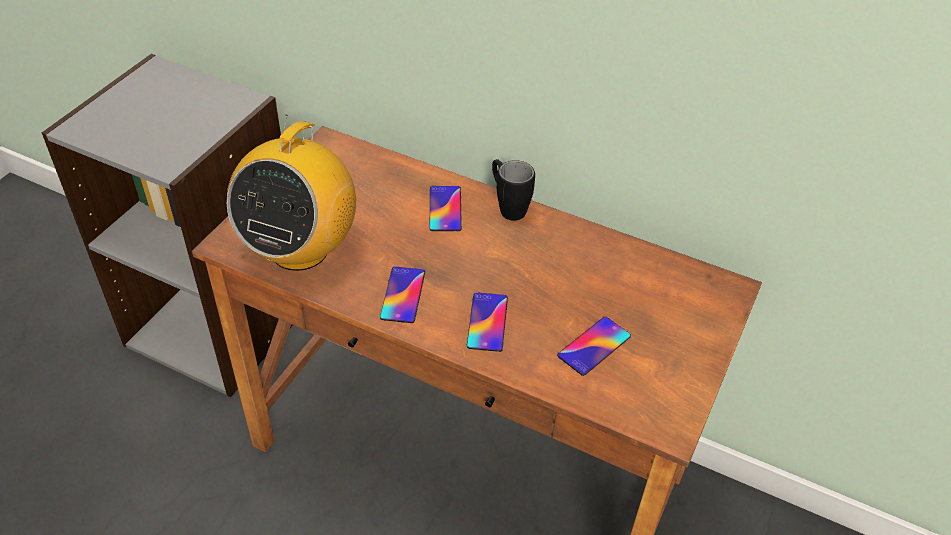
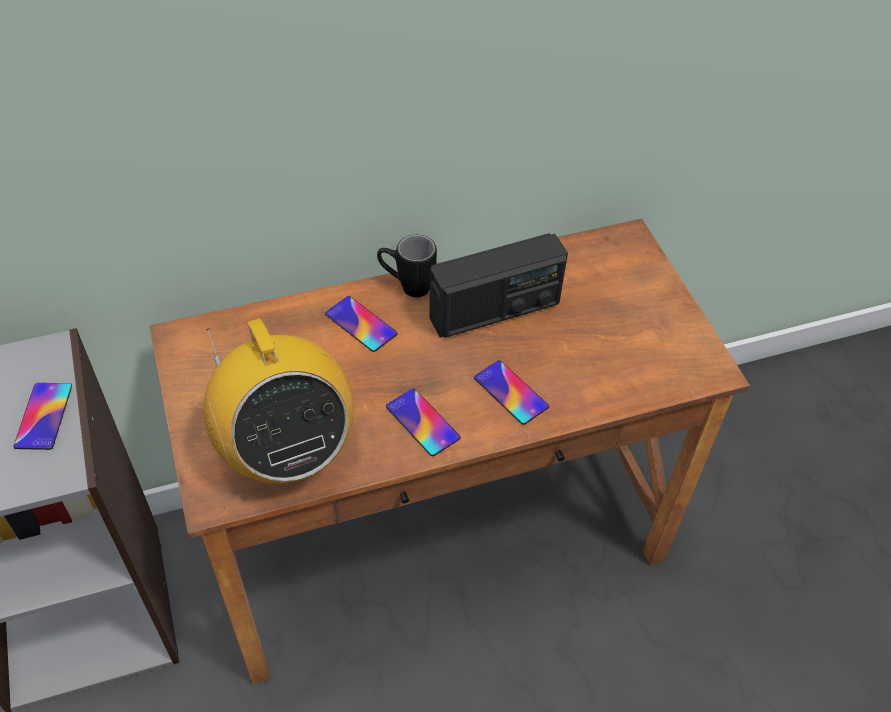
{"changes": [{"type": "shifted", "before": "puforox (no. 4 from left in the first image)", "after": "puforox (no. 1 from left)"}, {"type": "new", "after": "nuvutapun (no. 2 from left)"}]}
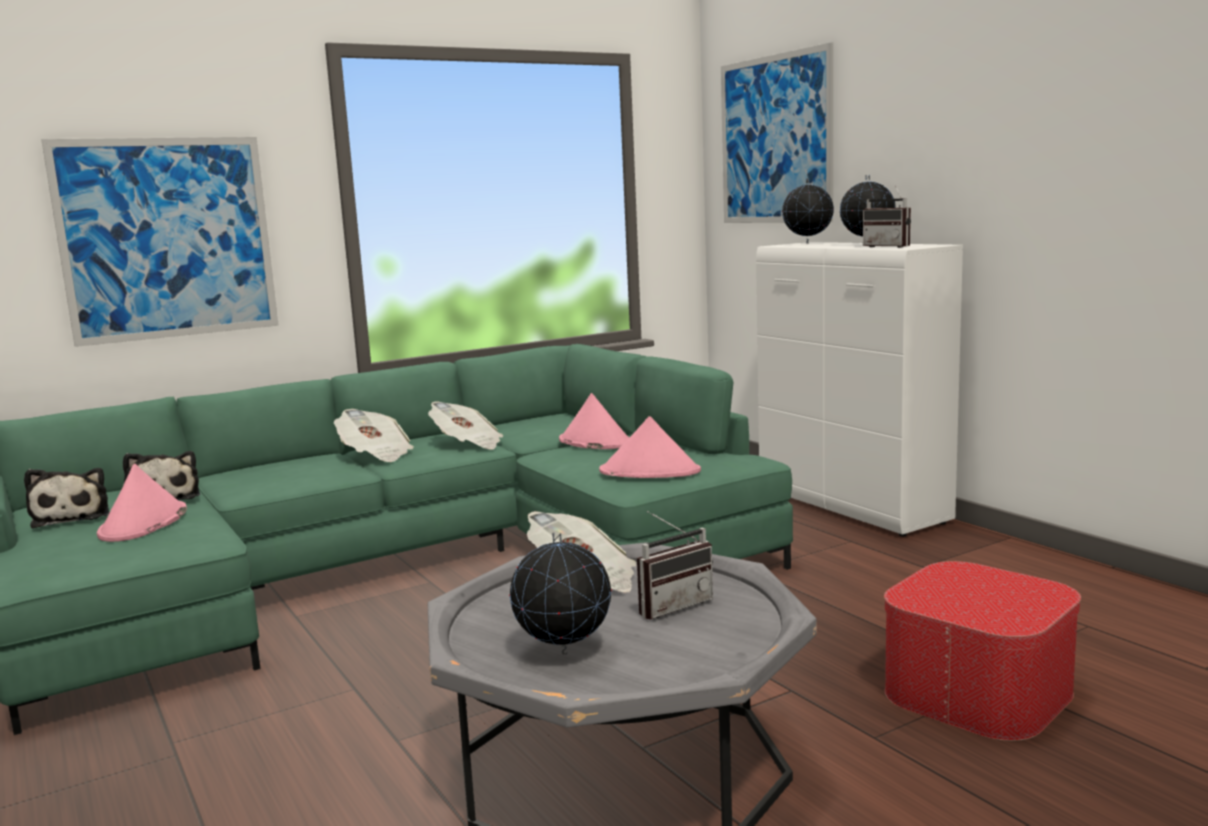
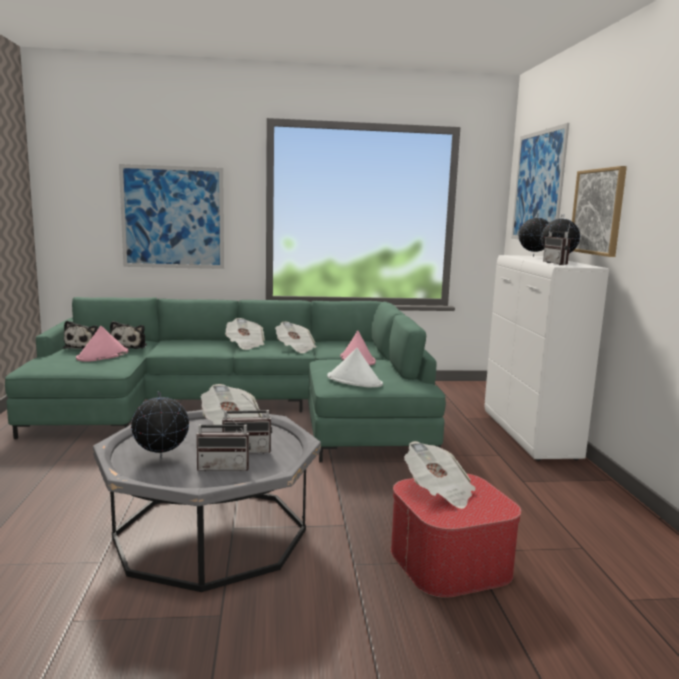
{"changes": [{"type": "repainted", "before": "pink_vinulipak (no. 3 from left)", "after": "white_vinulipak"}, {"type": "new", "after": "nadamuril (no. 3 from left)"}, {"type": "new", "after": "nuvutapun (no. 1 from left)"}, {"type": "new", "after": "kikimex (no. 4 from left)"}]}
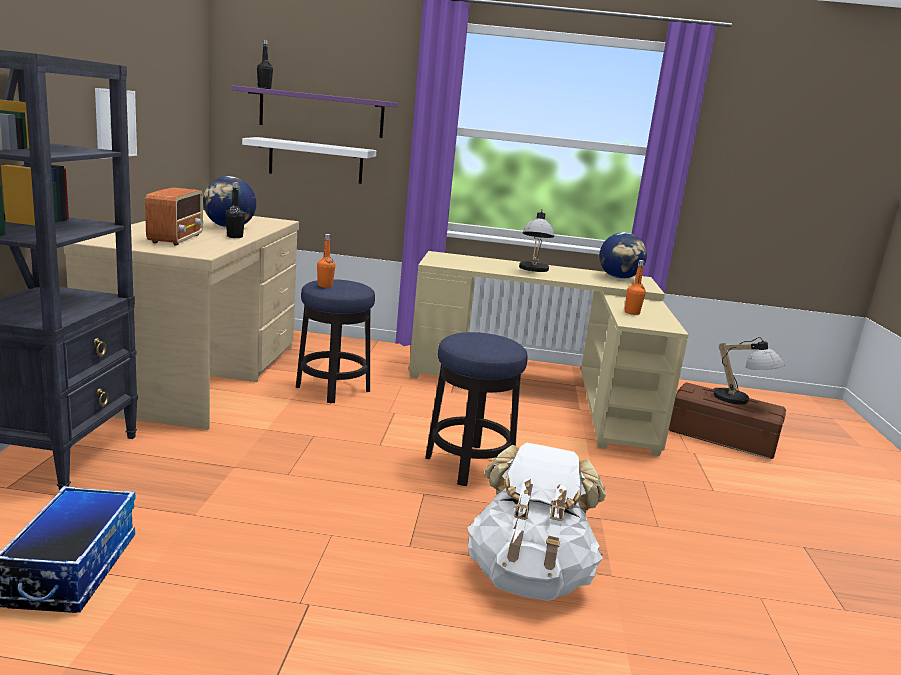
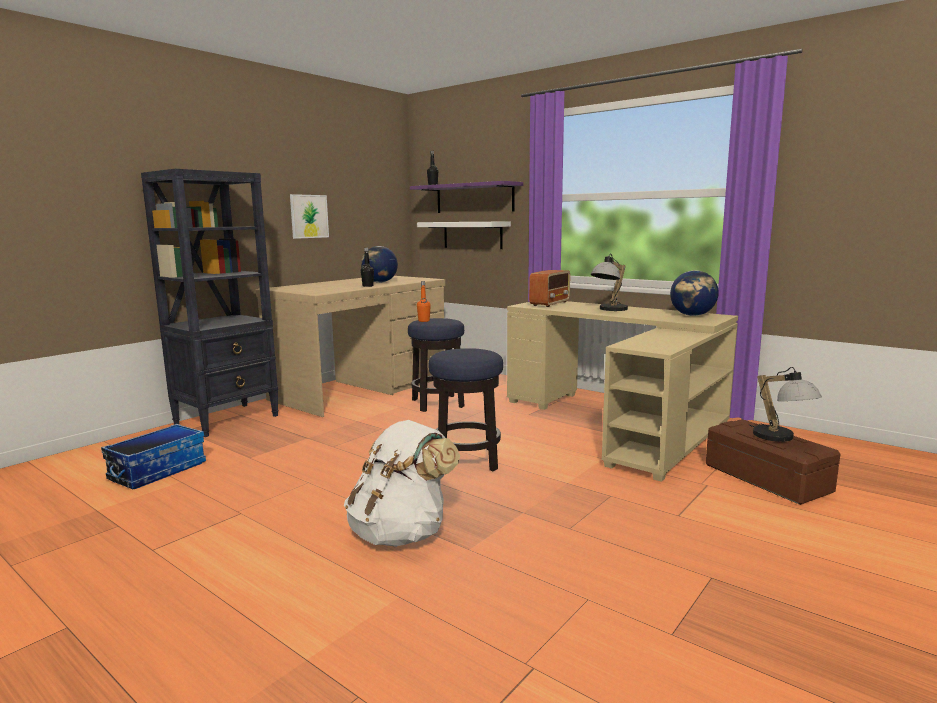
{"changes": [{"type": "shifted", "before": "nuvutapun"}, {"type": "gone", "before": "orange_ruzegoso (no. 2 from left)"}]}
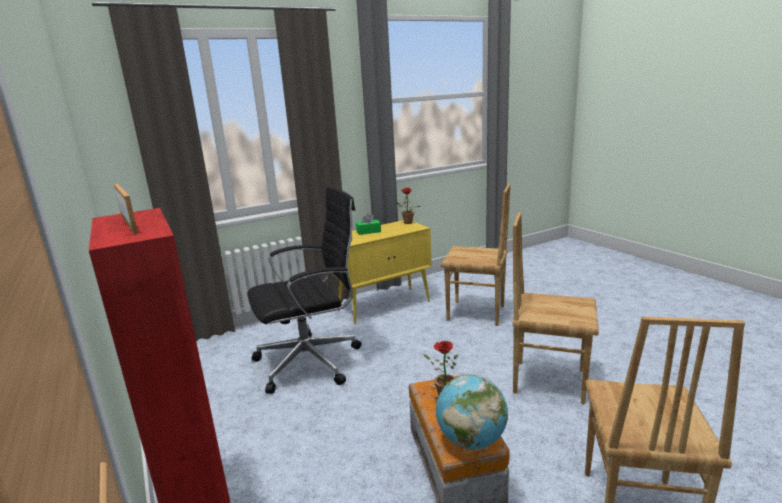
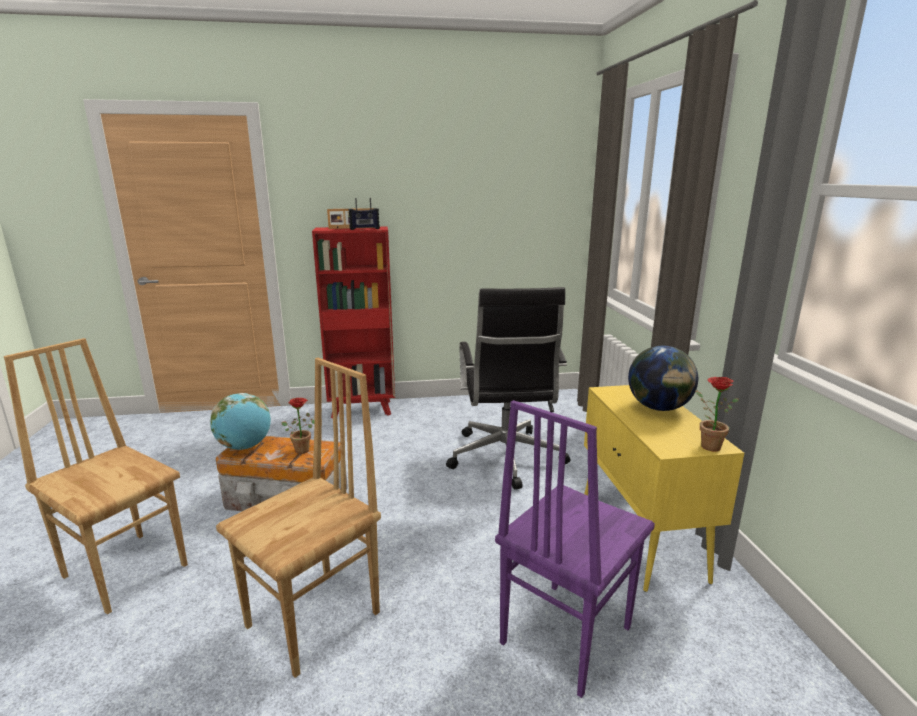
{"changes": [{"type": "repainted", "before": "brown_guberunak (no. 1 from left)", "after": "purple_guberunak"}, {"type": "swapped", "before": "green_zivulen", "after": "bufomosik (no. 2 from left)"}, {"type": "new", "after": "nuvutapun"}]}
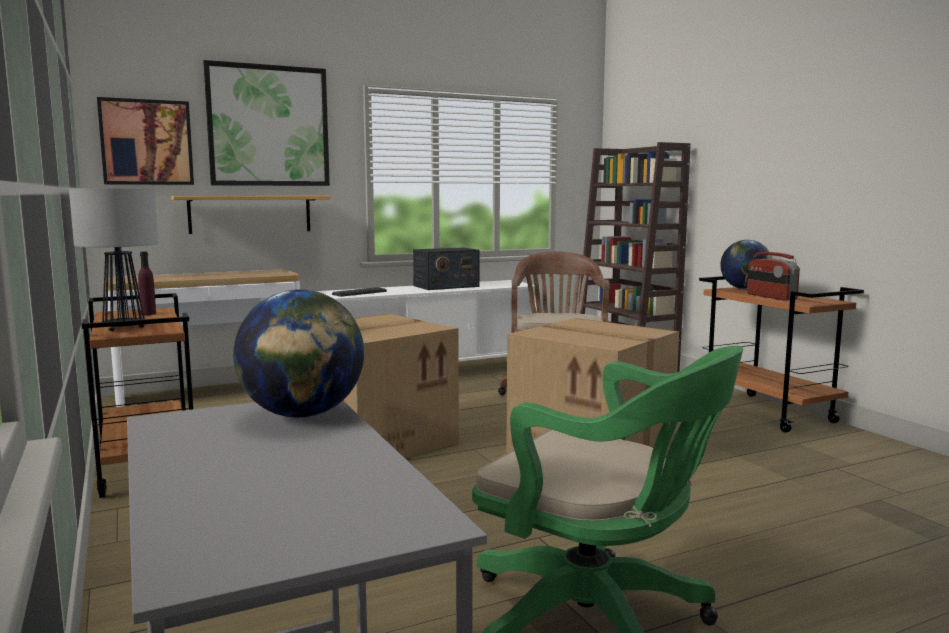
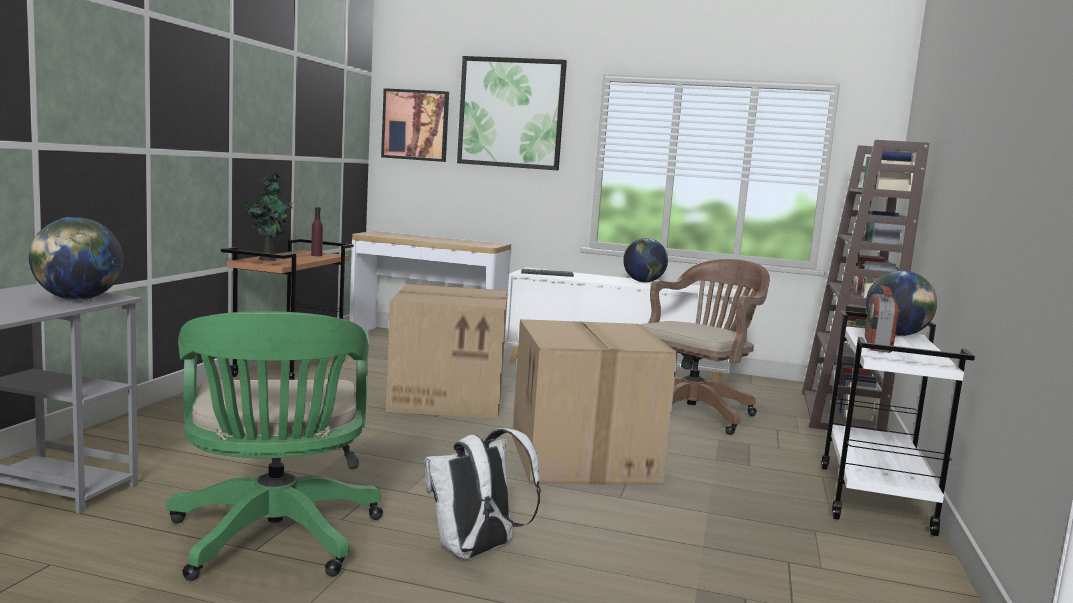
{"changes": [{"type": "swapped", "before": "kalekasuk", "after": "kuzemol"}, {"type": "gone", "before": "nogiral"}, {"type": "swapped", "before": "nuvutapun (no. 1 from left)", "after": "bufomosik (no. 2 from left)"}, {"type": "repainted", "before": "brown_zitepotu (no. 2 from left)", "after": "white_zitepotu"}, {"type": "new", "after": "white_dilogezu"}]}
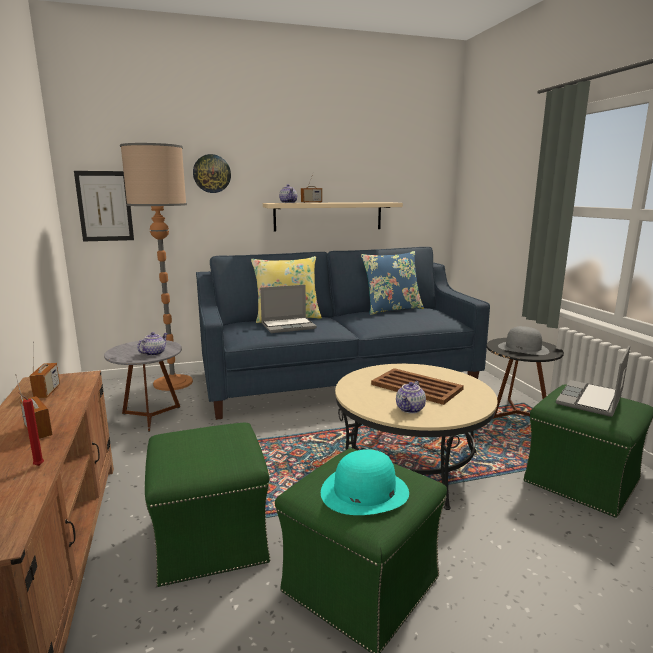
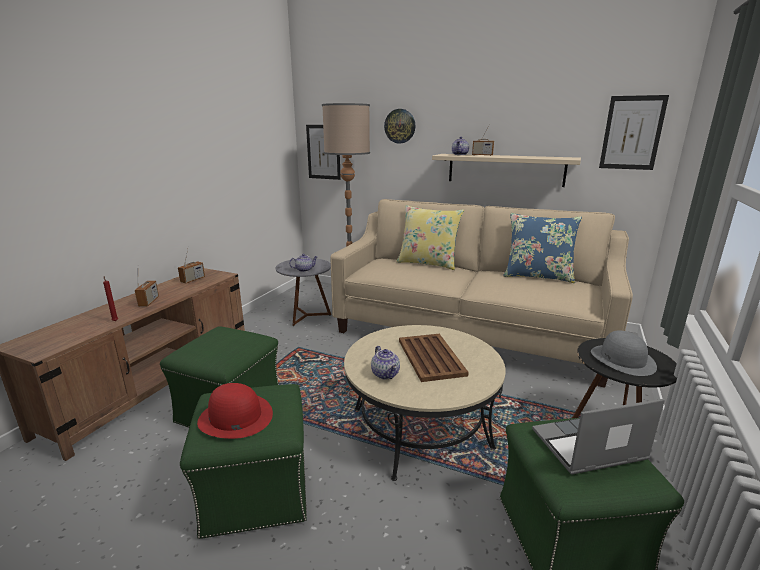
{"changes": [{"type": "repainted", "before": "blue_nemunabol", "after": "beige_nemunabol"}, {"type": "gone", "before": "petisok (no. 1 from left)"}, {"type": "rotated", "before": "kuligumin (no. 3 from left in the first image)", "turn": -90}, {"type": "repainted", "before": "turquoise_vinulipak", "after": "red_vinulipak"}, {"type": "new", "after": "nadamuril (no. 2 from left)"}]}
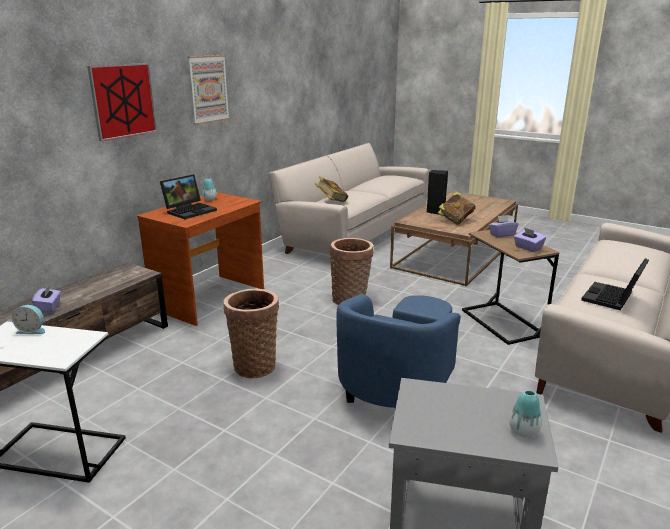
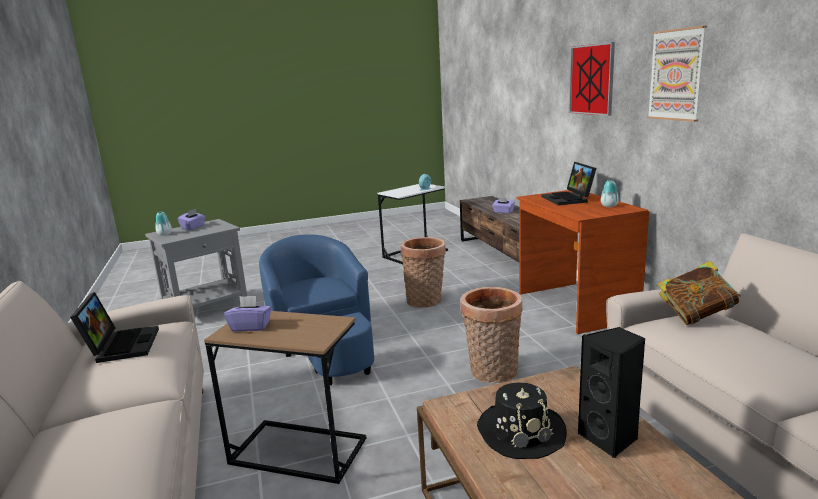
{"changes": [{"type": "swapped", "before": "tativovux (no. 2 from left)", "after": "black_vinulipak"}, {"type": "shifted", "before": "purple_zivulen (no. 2 from left in the first image)", "after": "purple_zivulen (no. 1 from left)"}]}
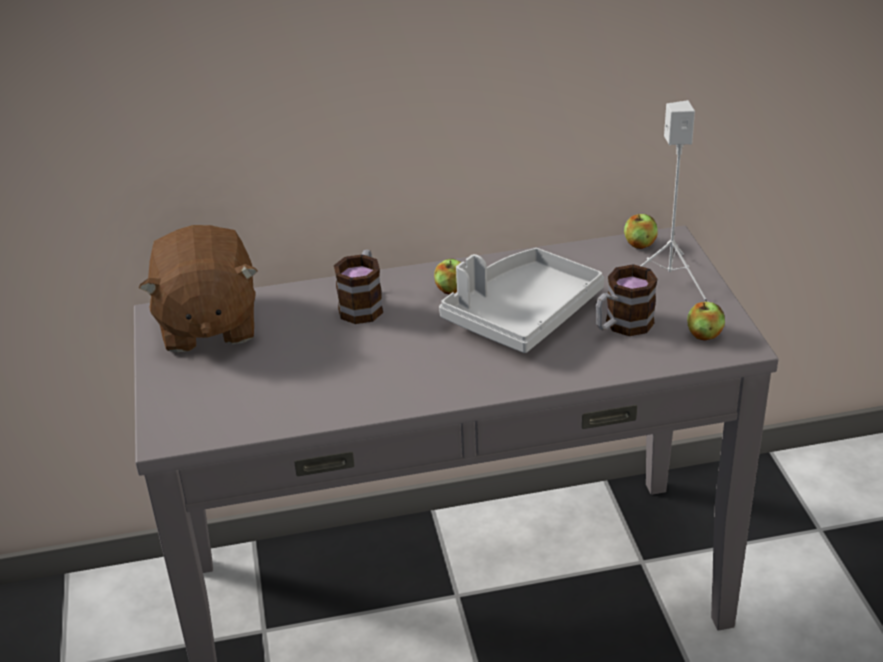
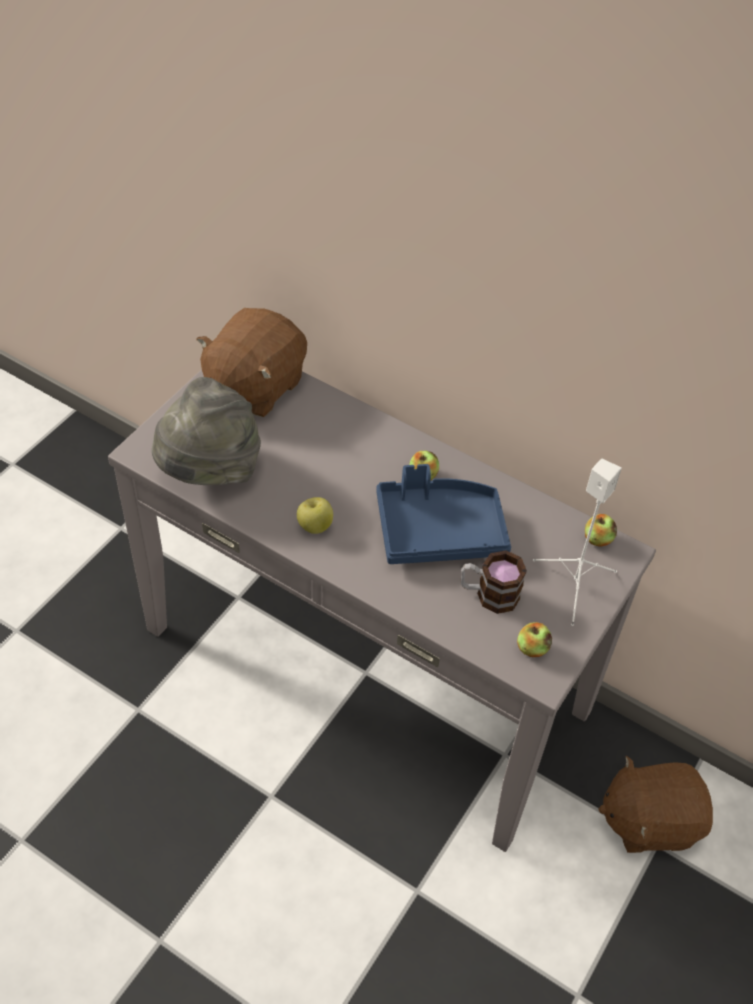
{"changes": [{"type": "repainted", "before": "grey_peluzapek", "after": "blue_peluzapek"}, {"type": "gone", "before": "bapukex (no. 1 from left)"}, {"type": "new", "after": "grey_vinulipak"}, {"type": "new", "after": "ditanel (no. 1 from left)"}, {"type": "new", "after": "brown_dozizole (no. 2 from left)"}]}
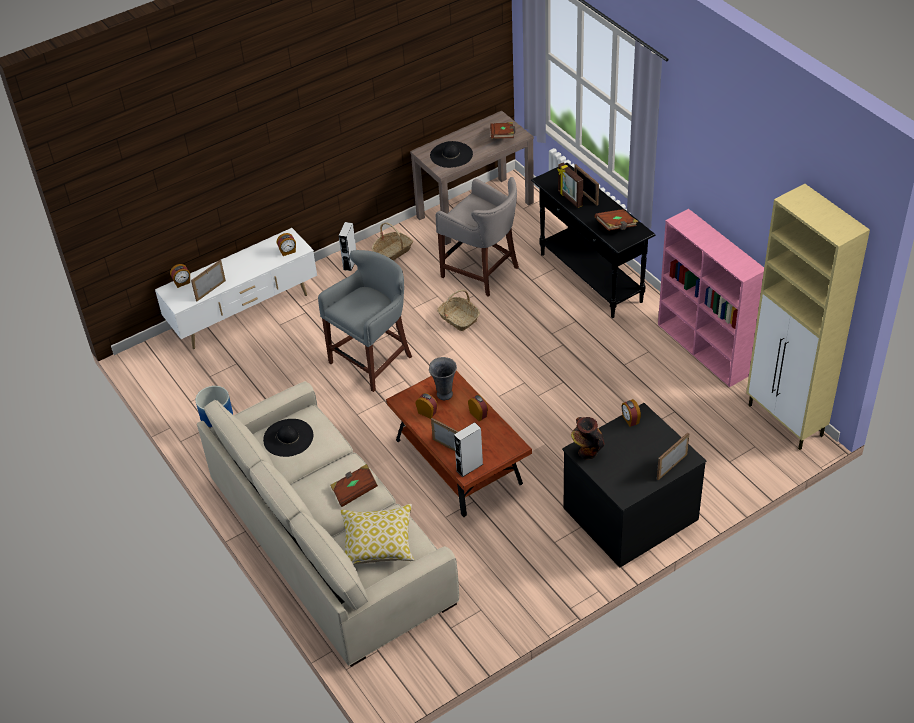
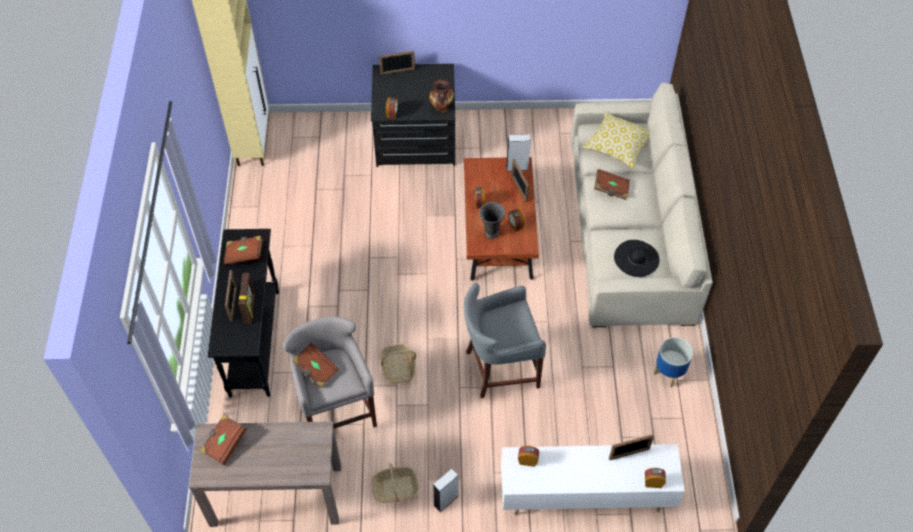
{"changes": [{"type": "gone", "before": "black_vinulipak (no. 2 from left)"}, {"type": "gone", "before": "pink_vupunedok"}, {"type": "new", "after": "brown_tativovux (no. 3 from left)"}]}
